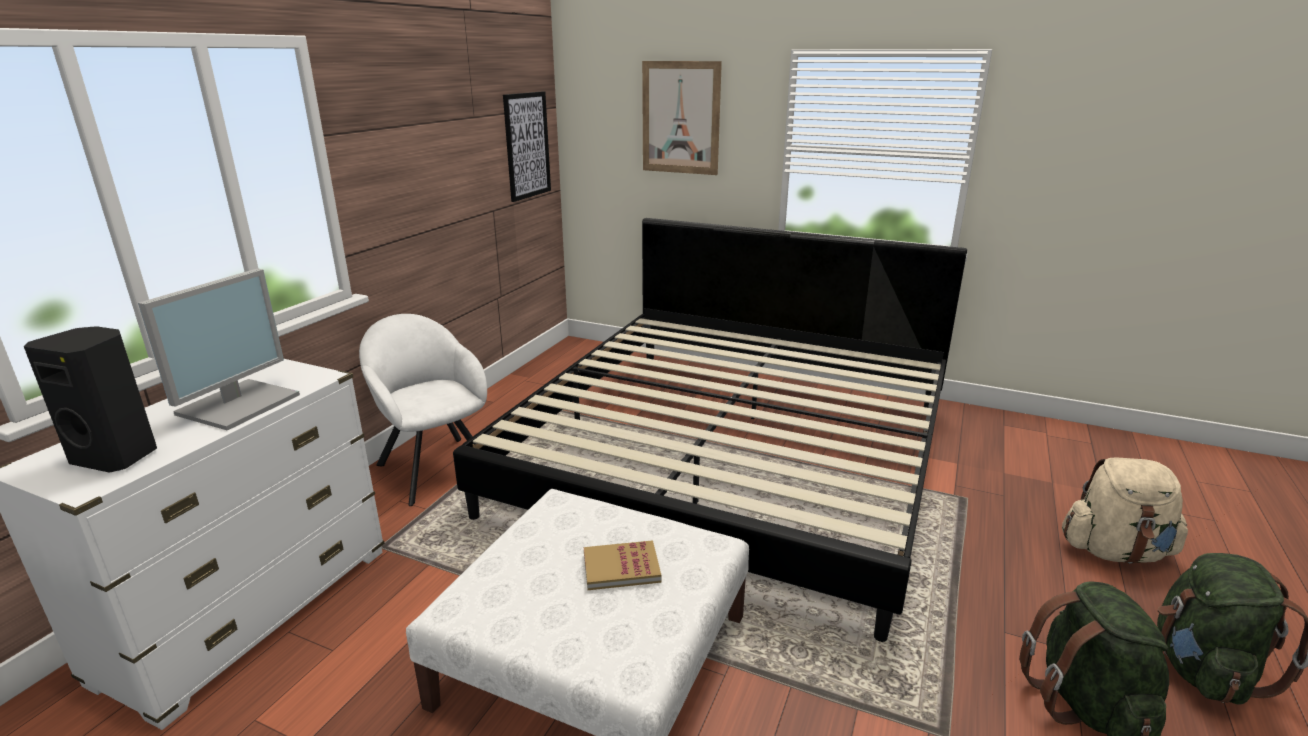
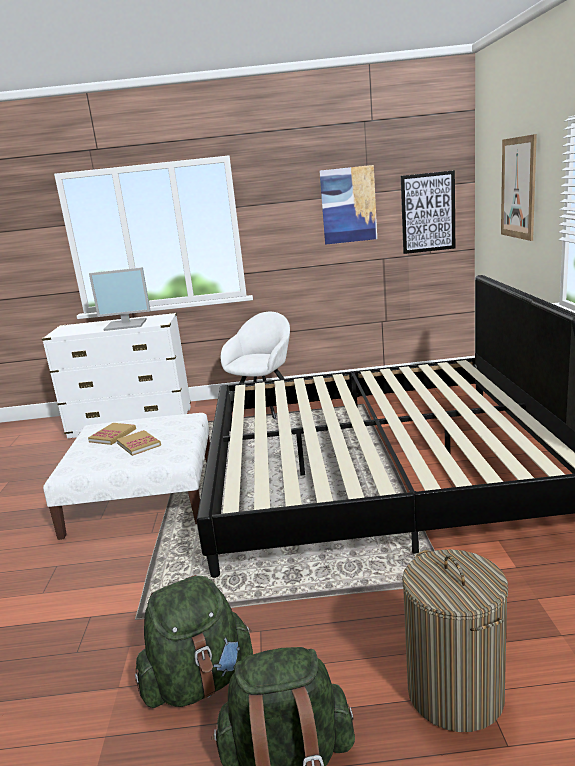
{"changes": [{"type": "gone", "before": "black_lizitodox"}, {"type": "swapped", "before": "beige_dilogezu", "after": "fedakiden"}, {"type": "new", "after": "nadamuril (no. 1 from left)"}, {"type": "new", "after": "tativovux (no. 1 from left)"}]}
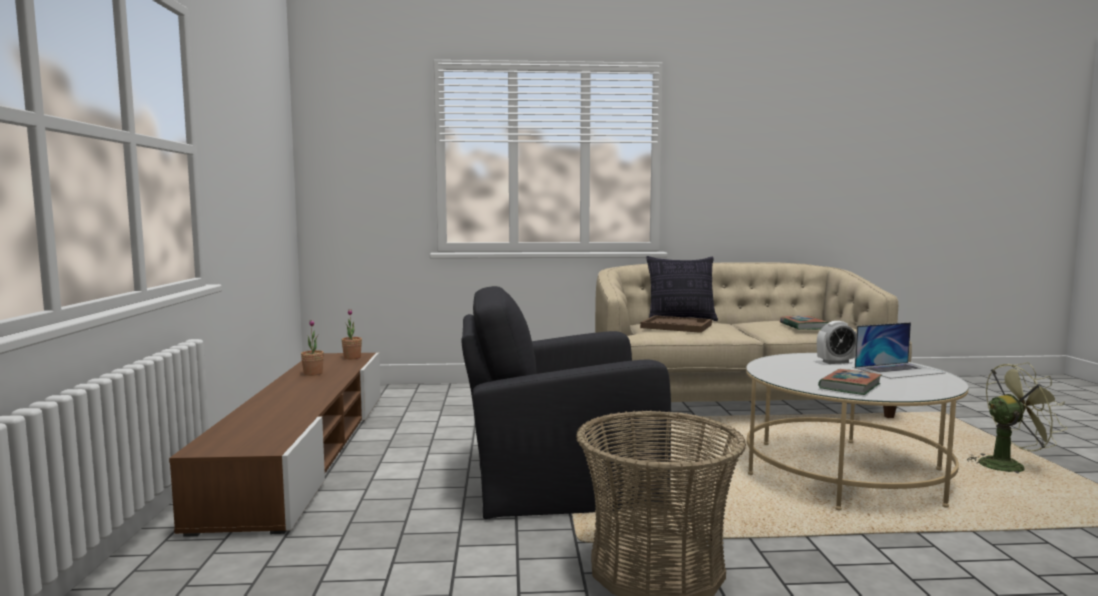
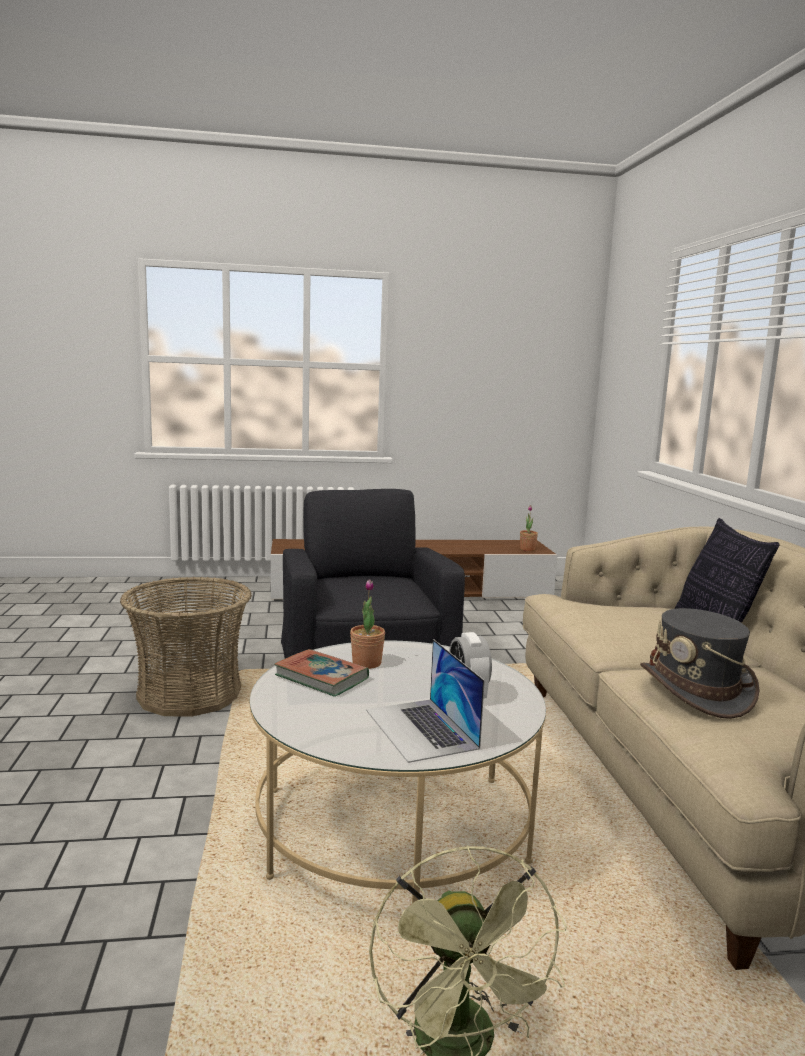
{"changes": [{"type": "gone", "before": "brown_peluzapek"}, {"type": "swapped", "before": "tativovux (no. 1 from left)", "after": "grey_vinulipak"}, {"type": "shifted", "before": "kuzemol (no. 1 from left)"}]}
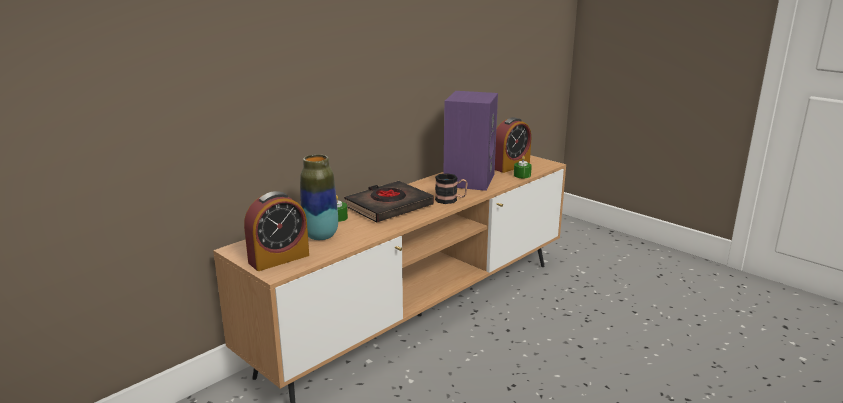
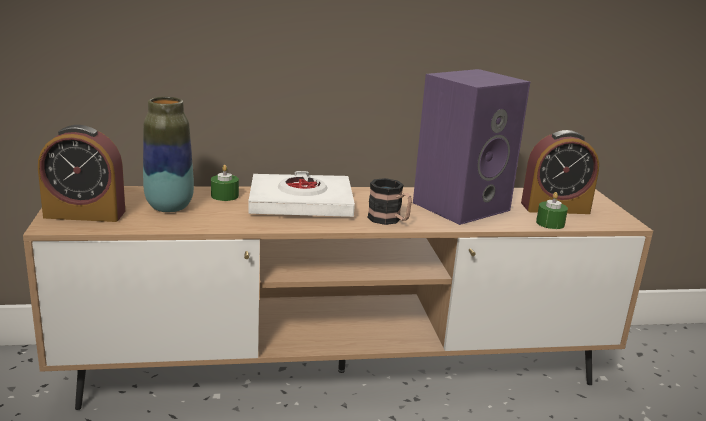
{"changes": [{"type": "repainted", "before": "black_tativovux", "after": "white_tativovux"}]}
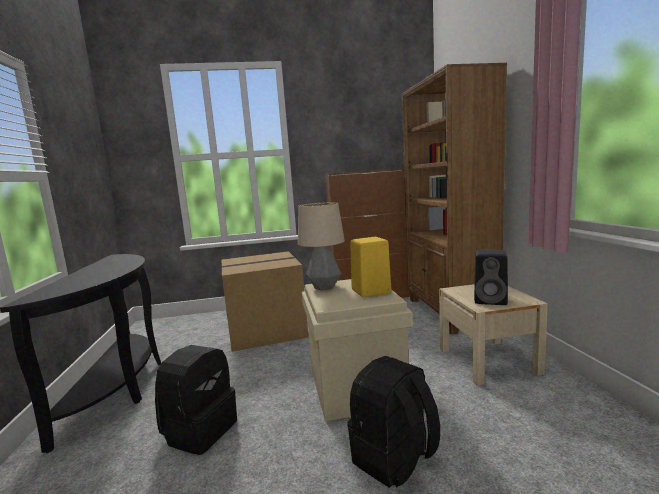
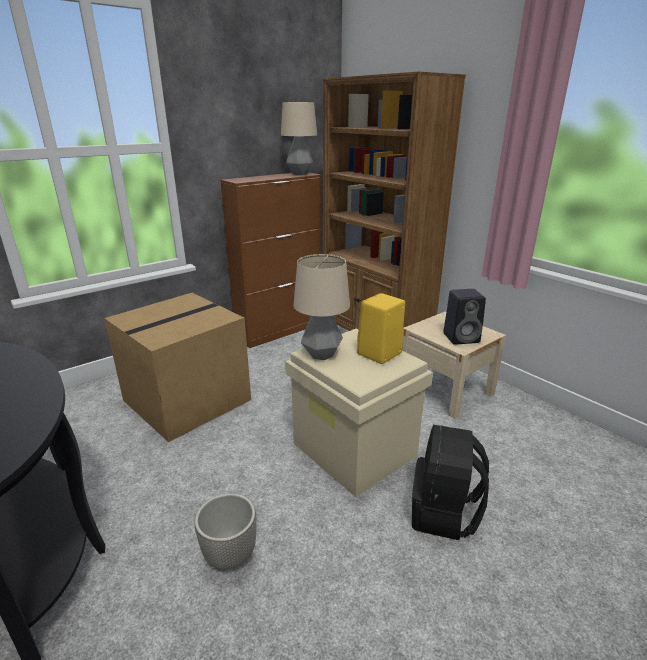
{"changes": [{"type": "swapped", "before": "black_dilogezu (no. 1 from left)", "after": "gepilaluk"}, {"type": "new", "after": "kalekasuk (no. 1 from left)"}]}
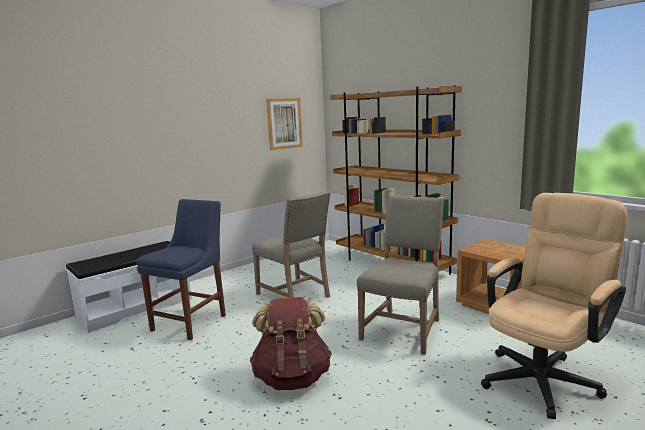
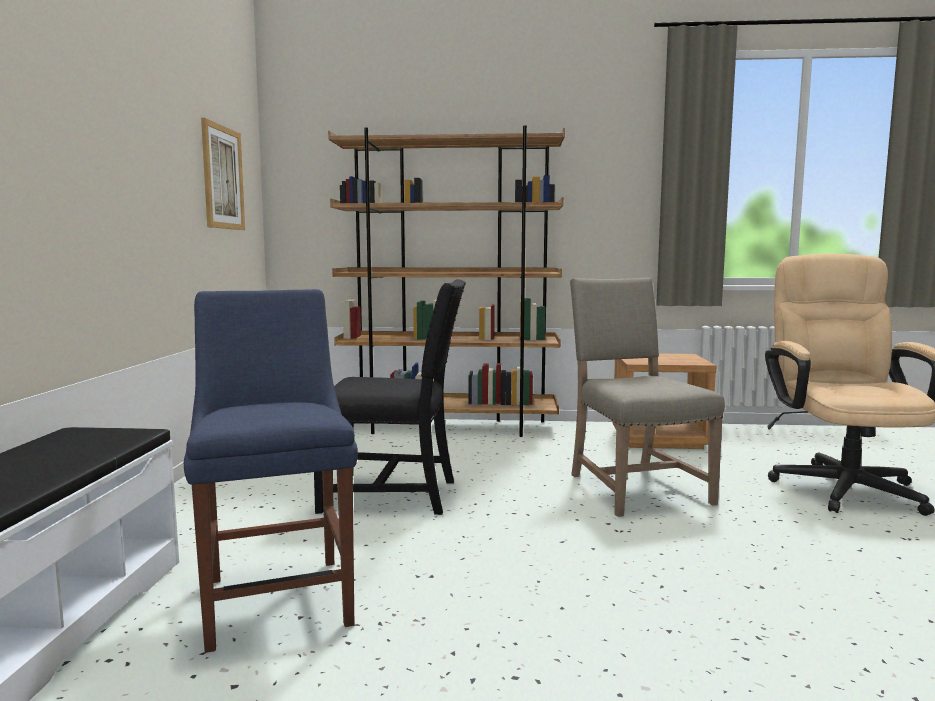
{"changes": [{"type": "repainted", "before": "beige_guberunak (no. 1 from left)", "after": "black_guberunak"}, {"type": "gone", "before": "brown_dilogezu"}]}
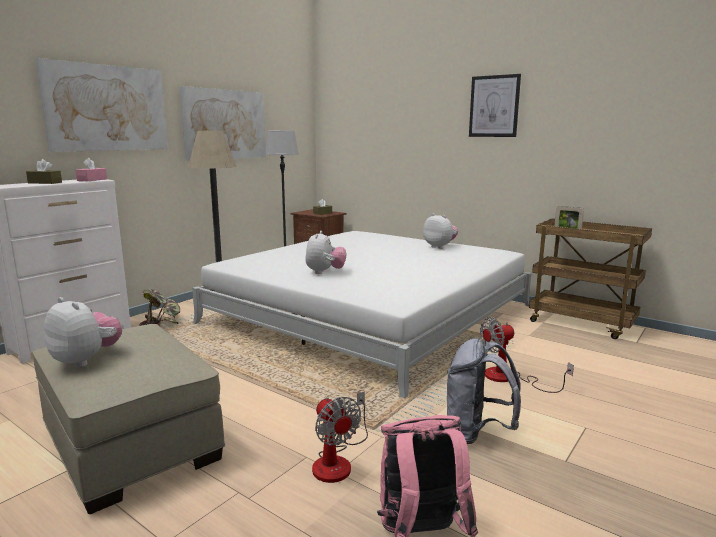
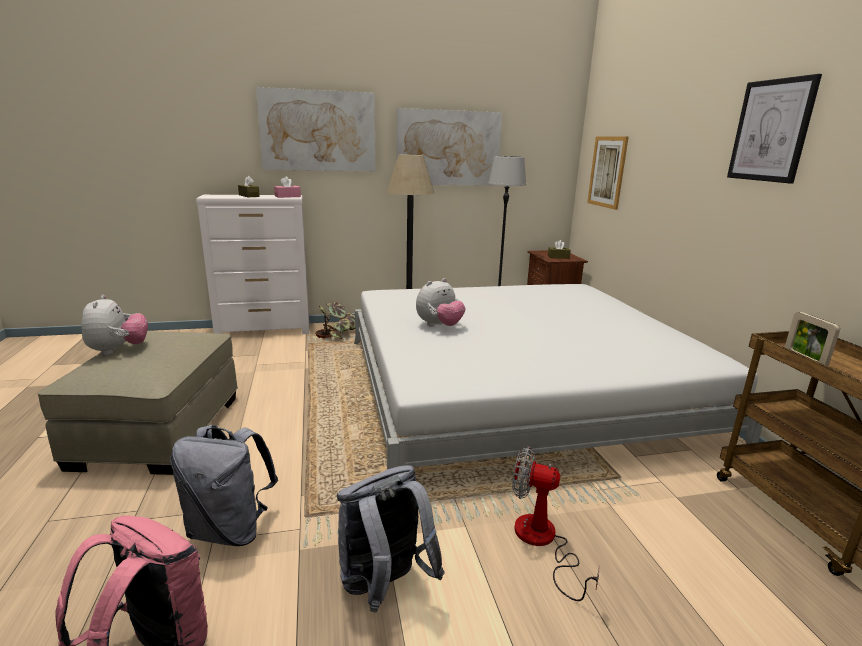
{"changes": [{"type": "gone", "before": "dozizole (no. 3 from left)"}, {"type": "swapped", "before": "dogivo (no. 1 from left)", "after": "grey_dilogezu (no. 1 from left)"}, {"type": "new", "after": "nadamuril (no. 3 from left)"}]}
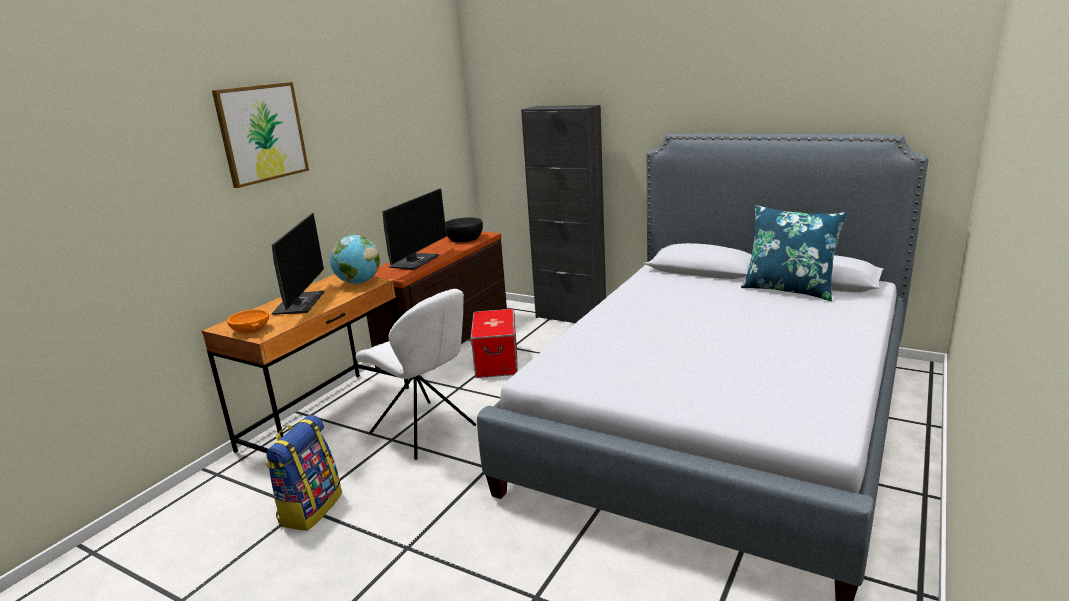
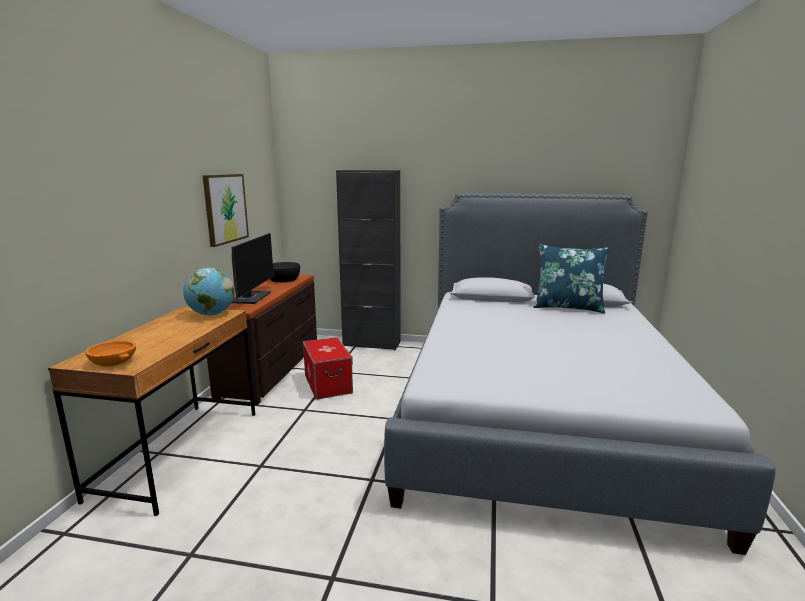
{"changes": [{"type": "shifted", "before": "nadamuril"}, {"type": "gone", "before": "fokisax (no. 1 from left)"}, {"type": "gone", "before": "white_guberunak"}, {"type": "gone", "before": "dilogezu"}]}
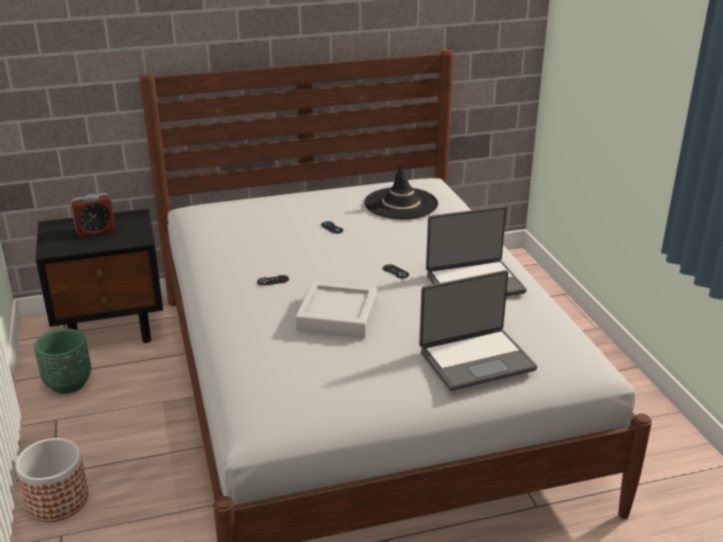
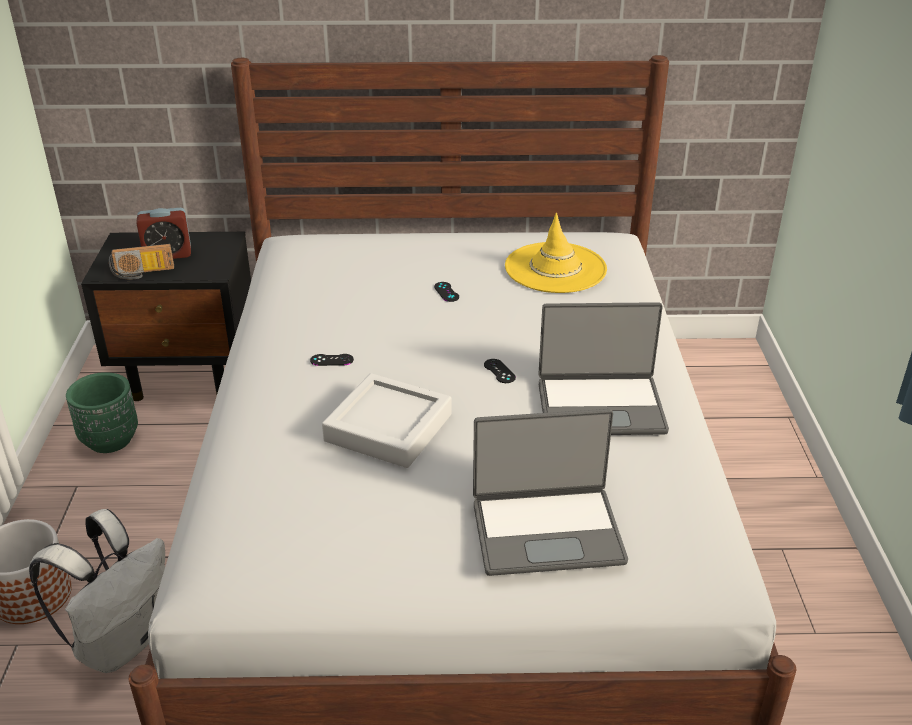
{"changes": [{"type": "repainted", "before": "black_vinulipak", "after": "yellow_vinulipak"}, {"type": "new", "after": "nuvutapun"}, {"type": "new", "after": "white_dilogezu"}]}
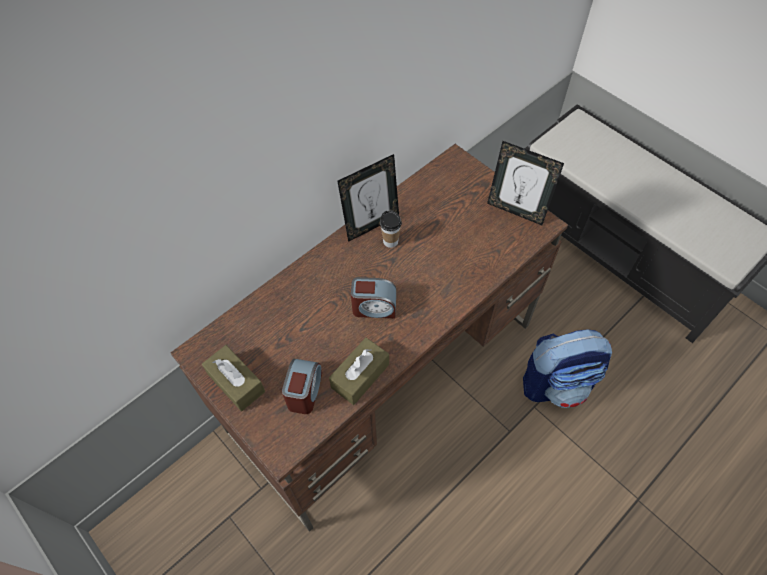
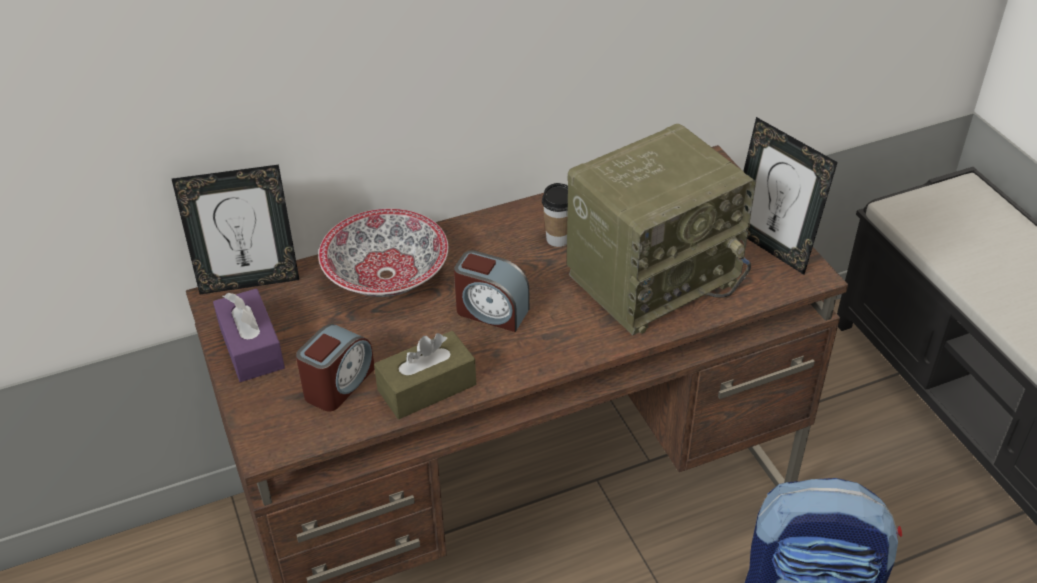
{"changes": [{"type": "shifted", "before": "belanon (no. 1 from left)"}, {"type": "repainted", "before": "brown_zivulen (no. 1 from left)", "after": "purple_zivulen"}, {"type": "new", "after": "nuvutapun"}, {"type": "new", "after": "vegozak"}]}
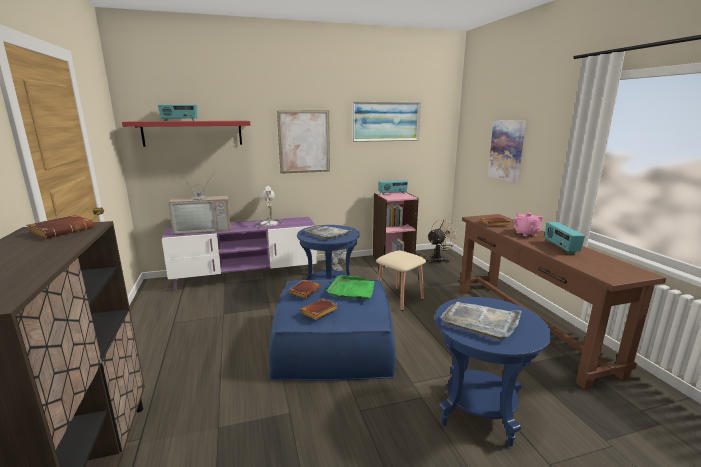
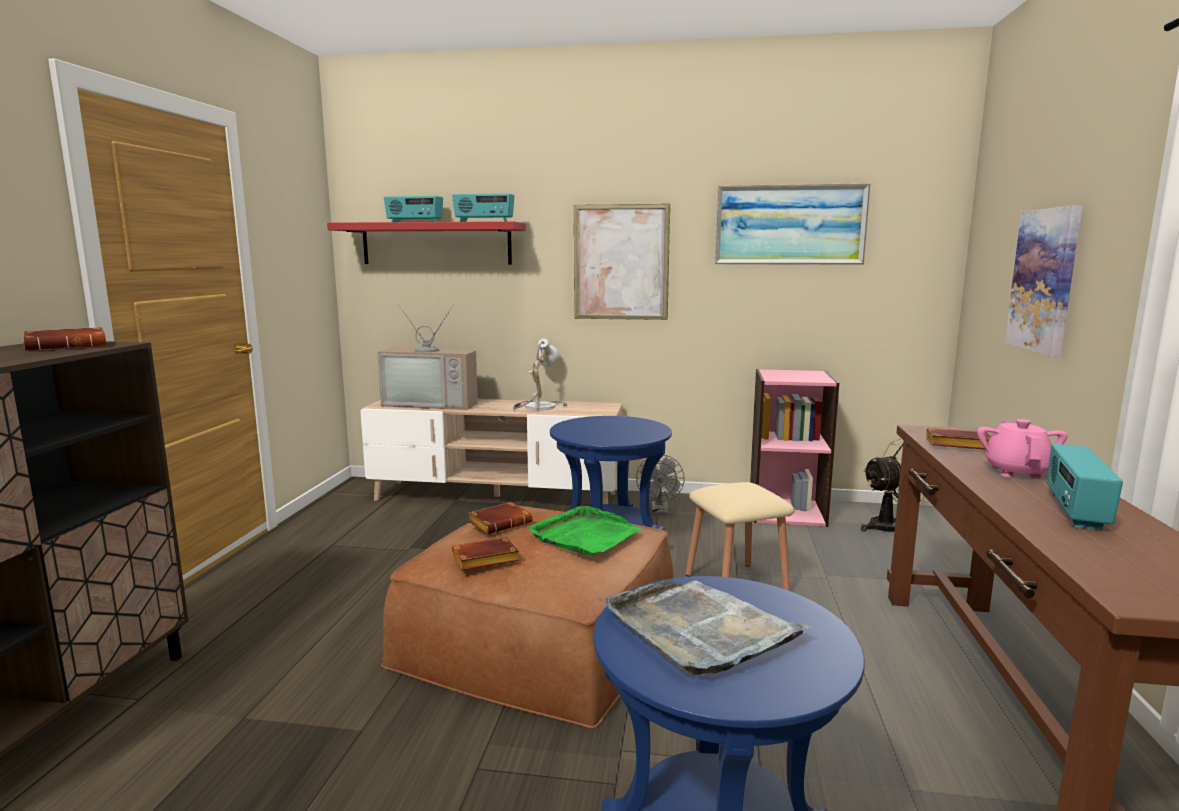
{"changes": [{"type": "shifted", "before": "nuvutapun (no. 2 from left)"}, {"type": "repainted", "before": "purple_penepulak", "after": "beige_penepulak"}, {"type": "gone", "before": "grey_peluzapek (no. 1 from left)"}, {"type": "repainted", "before": "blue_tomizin", "after": "brown_tomizin"}]}
